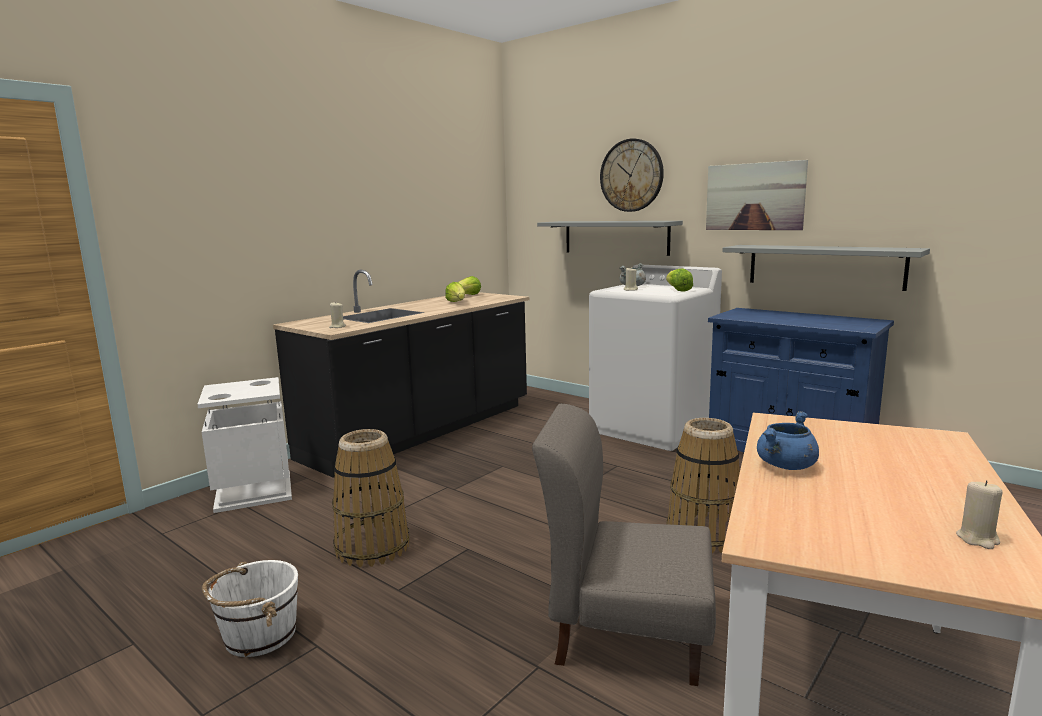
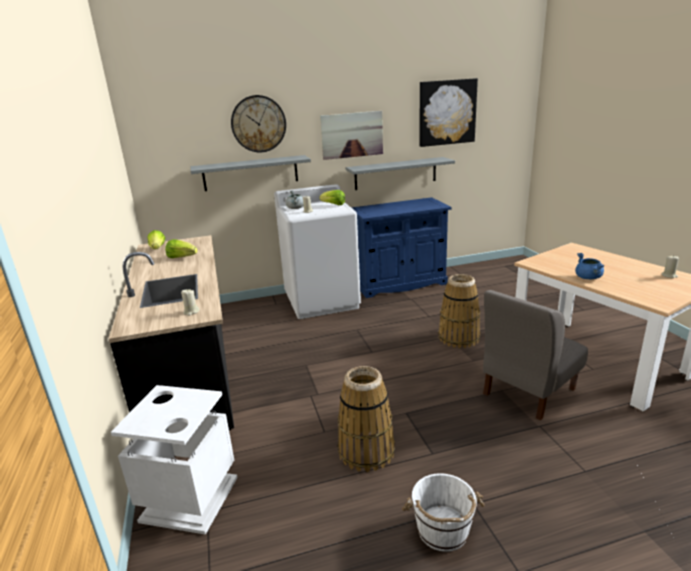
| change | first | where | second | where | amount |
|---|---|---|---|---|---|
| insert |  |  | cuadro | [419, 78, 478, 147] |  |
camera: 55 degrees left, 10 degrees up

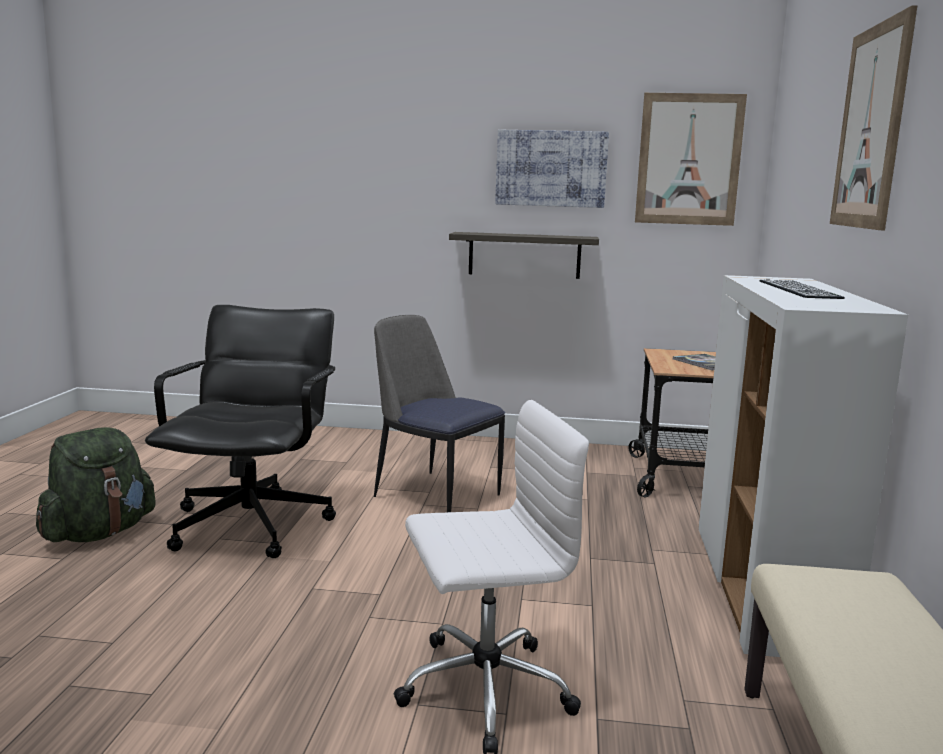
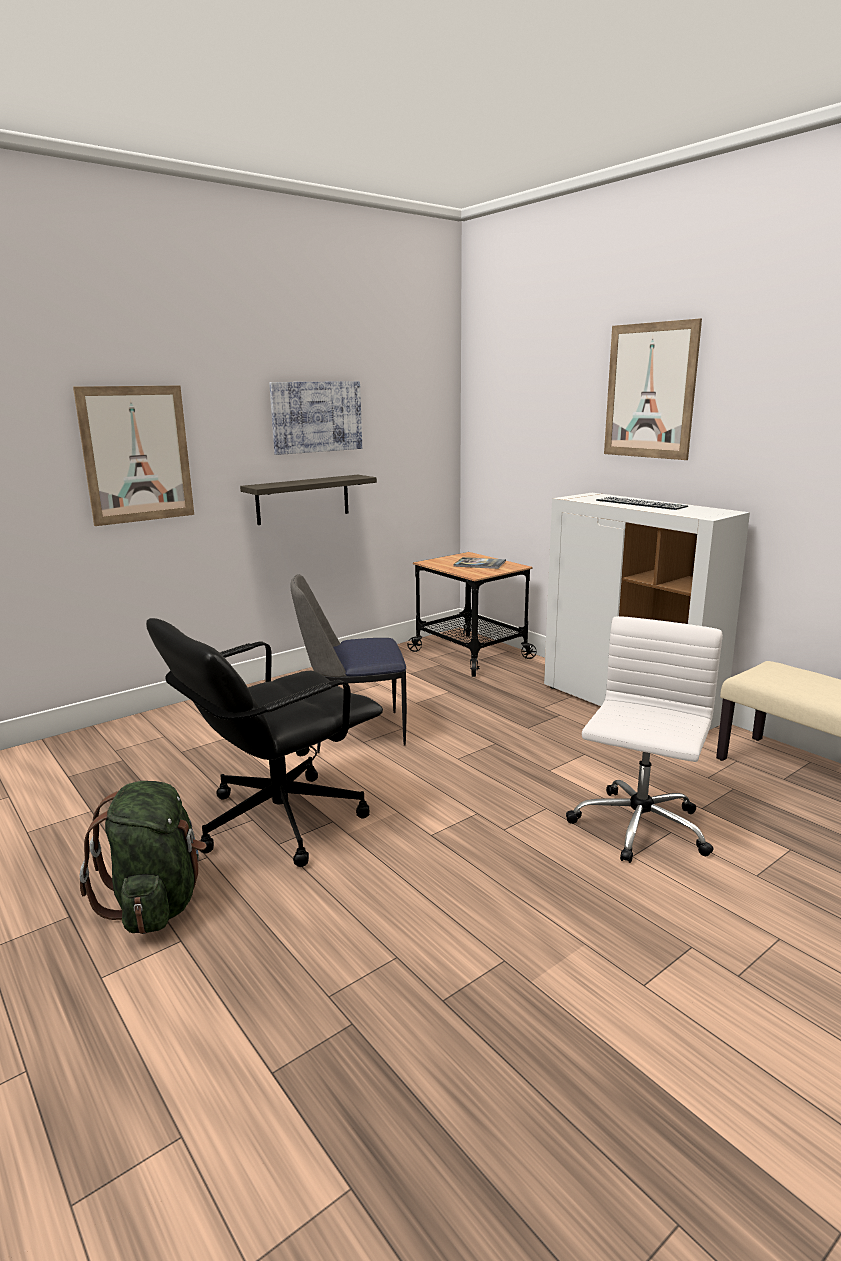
| change | first | where | second | where | amount |
|---|---|---|---|---|---|
| rotate | silla de oficina/negro | [145, 305, 336, 558] |  | [146, 618, 383, 867] | 90 degrees counterclockwise |
| move | cuadro | [635, 93, 747, 226] |  | [73, 386, 194, 526] |  |
camera: 45 degrees left, 5 degrees up

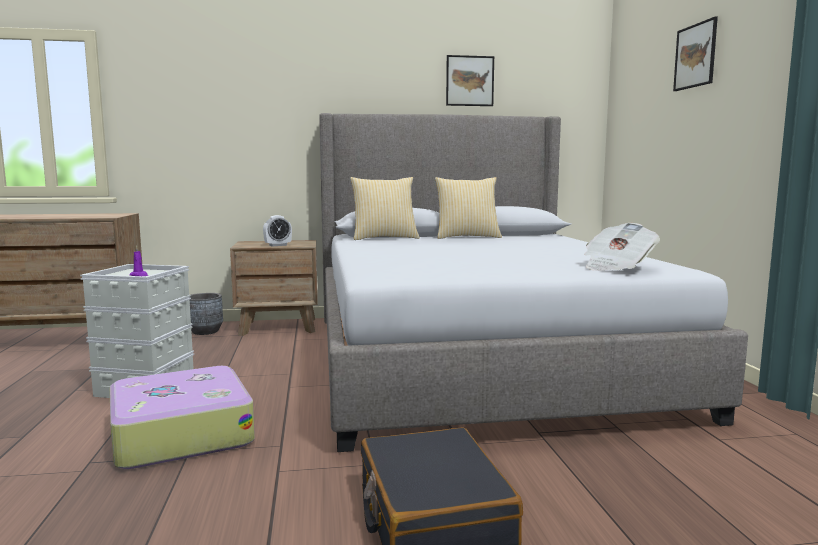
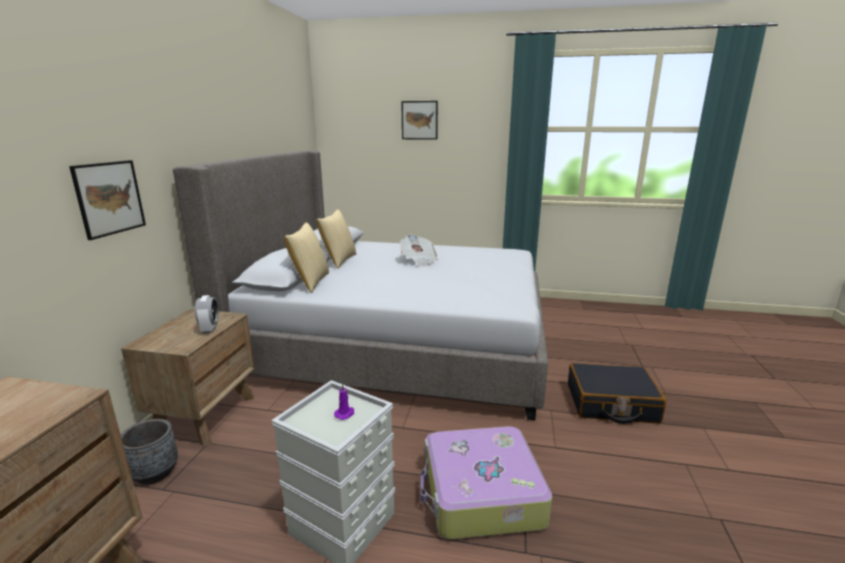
| change | first | where | second | where | amount |
|---|---|---|---|---|---|
| move | cuadro | [446, 55, 494, 106] |  | [69, 160, 146, 240] |  |
| move | periódico | [584, 223, 660, 271] |  | [400, 235, 438, 267] |  |
camera: 70 degrees left, 10 degrees up

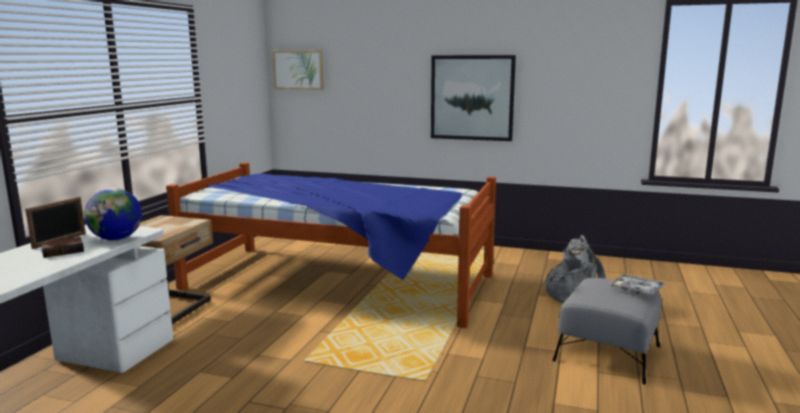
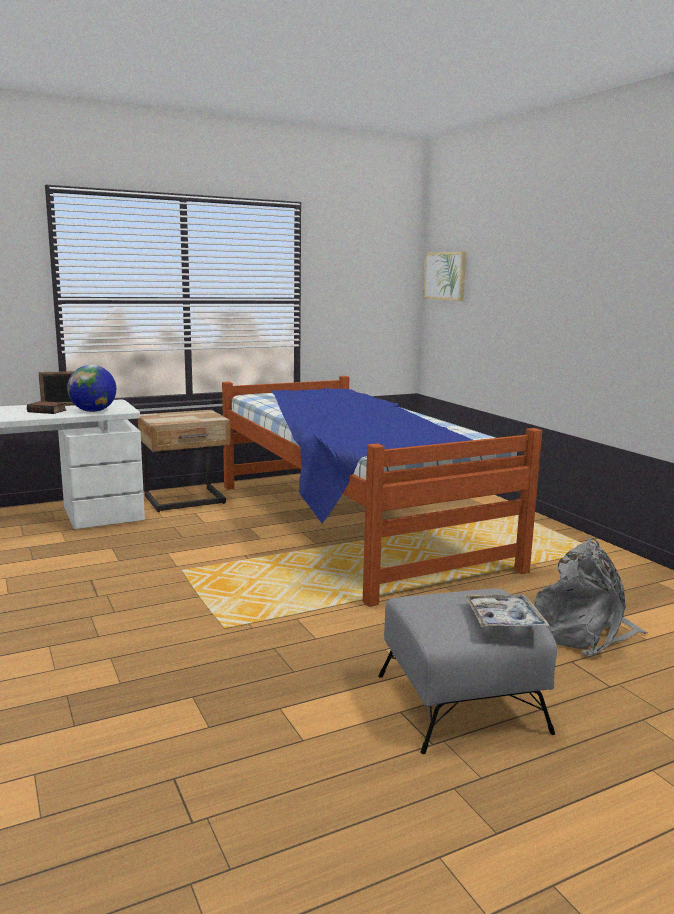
| change | first | where | second | where | amount |
|---|---|---|---|---|---|
| delete | cuadro | [431, 55, 516, 141] |  |  |  |
camera: 45 degrees right, 0 degrees up

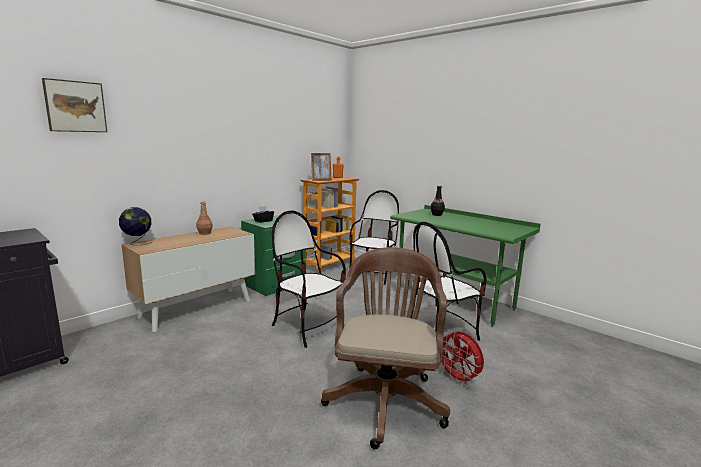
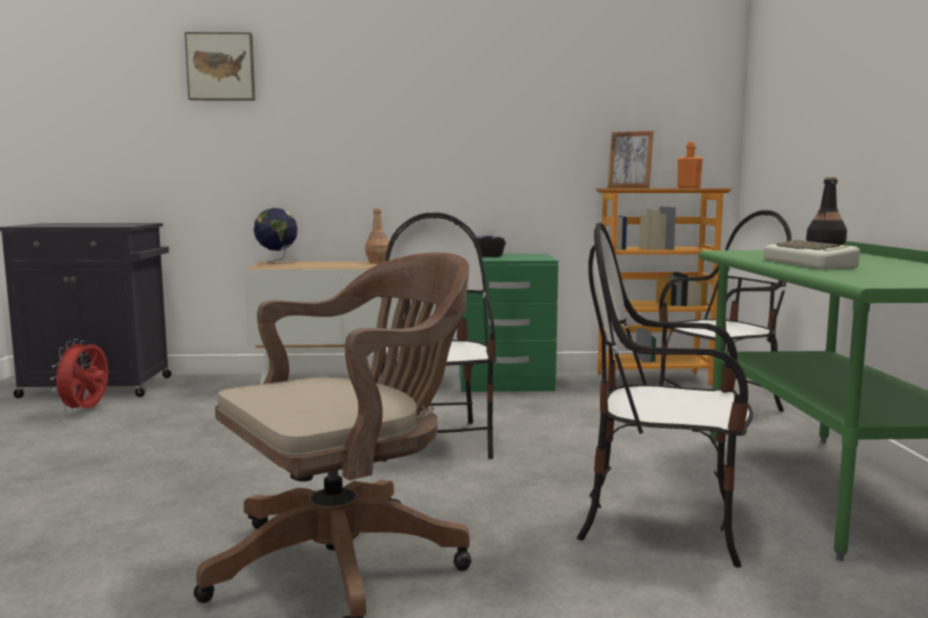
| change | first | where | second | where | amount |
|---|---|---|---|---|---|
| move | ventilador/rojo | [442, 331, 484, 385] |  | [50, 339, 109, 413] |  |
| insert |  |  | teclado | [763, 240, 860, 269] |  |
camera: 45 degrees right, 5 degrees down

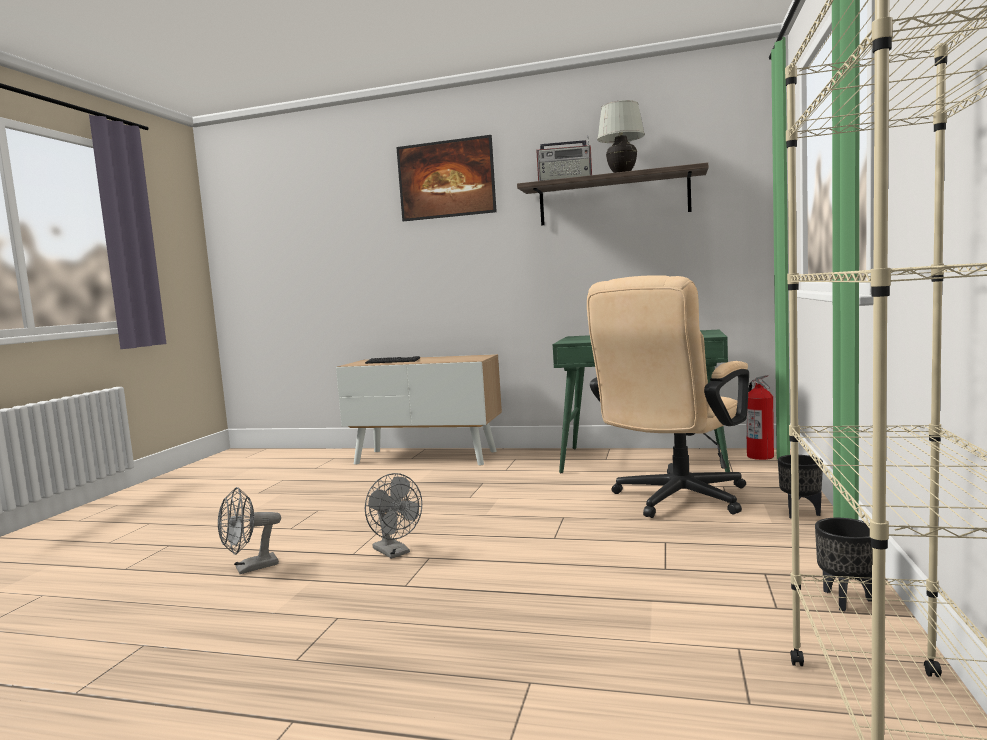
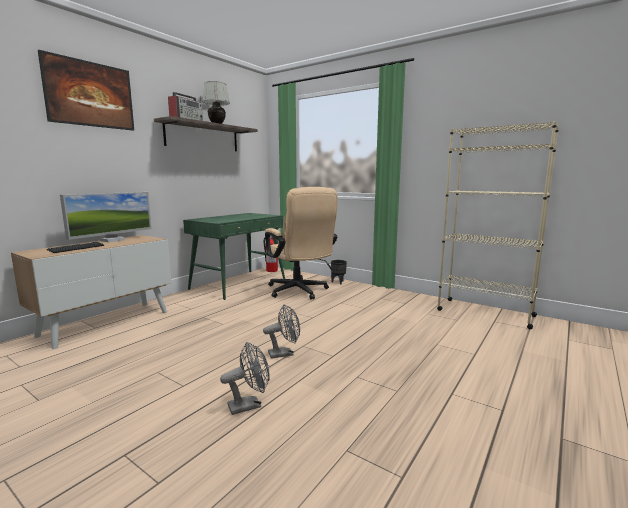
| change | first | where | second | where | amount |
|---|---|---|---|---|---|
| rotate | ventilador/gris | [218, 487, 281, 574] |  | [220, 342, 269, 415] | 105 degrees counterclockwise |
| delete | maceta/negro | [815, 518, 872, 611] |  |  |  |
| insert |  |  | monitor | [60, 192, 152, 242] |  |
camera: 70 degrees left, 5 degrees up

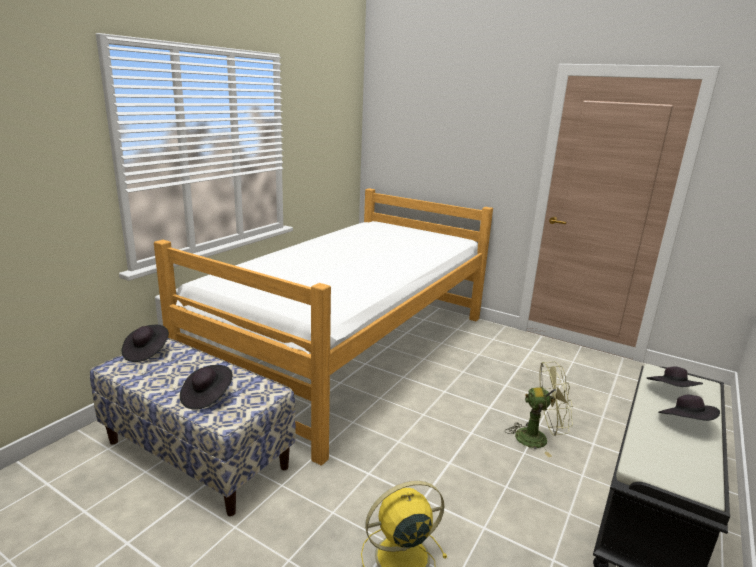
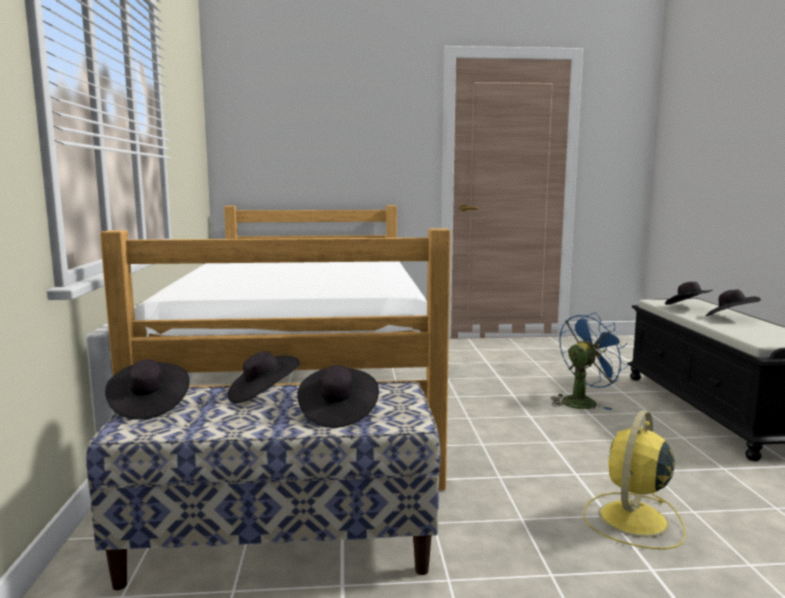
| change | first | where | second | where | amount |
|---|---|---|---|---|---|
| recolor | ventilador/verde | [505, 362, 573, 457] | ventilador/azul | [551, 312, 629, 410] |  |
| insert |  |  | sombrero/negro | [227, 351, 300, 403] |  |
camera: 35 degrees left, 10 degrees down

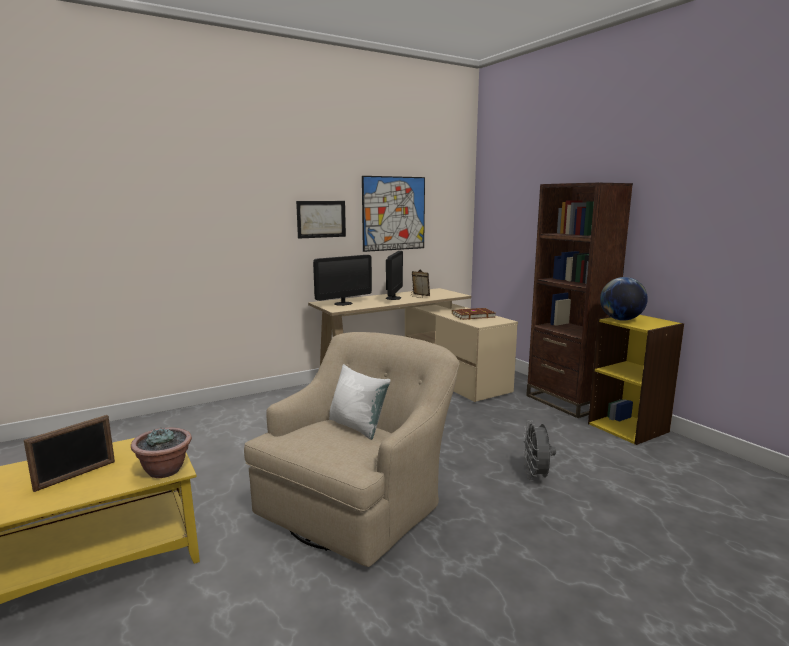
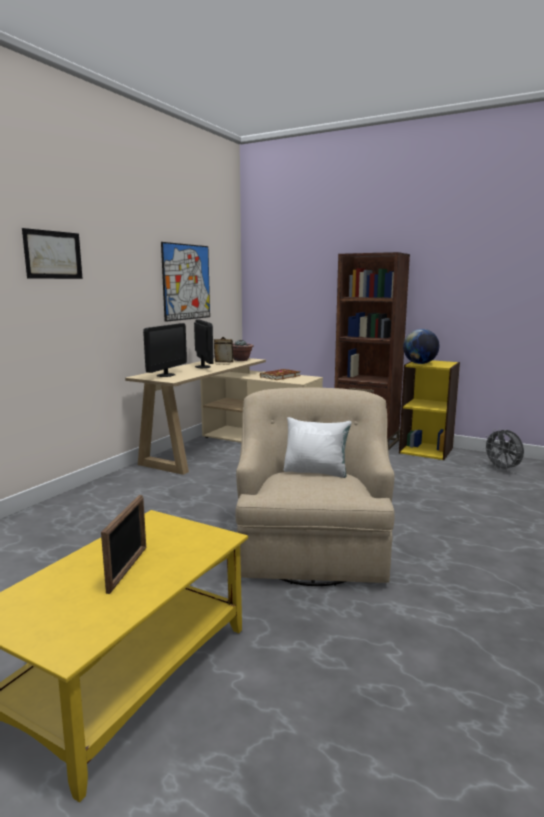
| change | first | where | second | where | amount |
|---|---|---|---|---|---|
| move | planta en maceta | [131, 427, 192, 478] |  | [233, 340, 254, 361] |  |
| move | cuadro | [296, 201, 346, 239] |  | [22, 228, 83, 279] |  |
| move | ventilador/gris | [523, 420, 556, 481] |  | [483, 428, 524, 471] |  |
camera: 30 degrees left, 0 degrees up

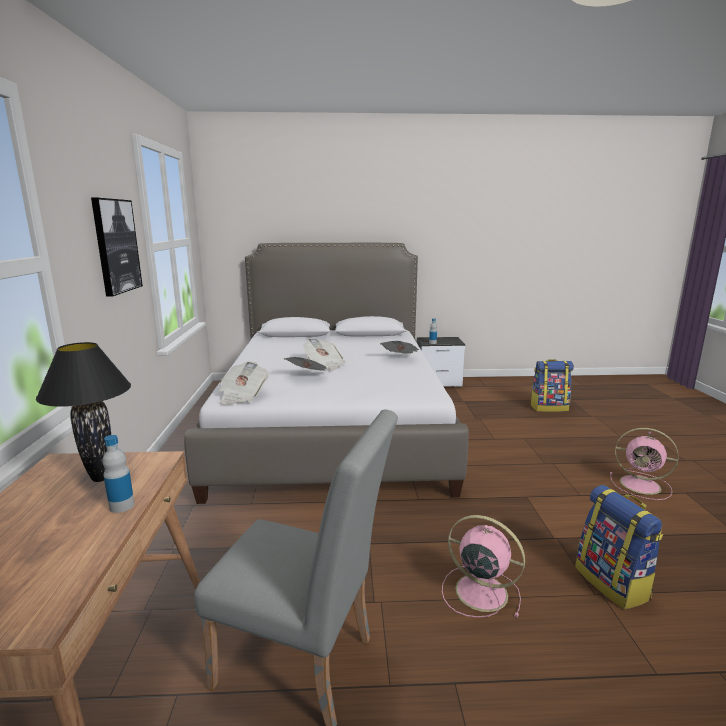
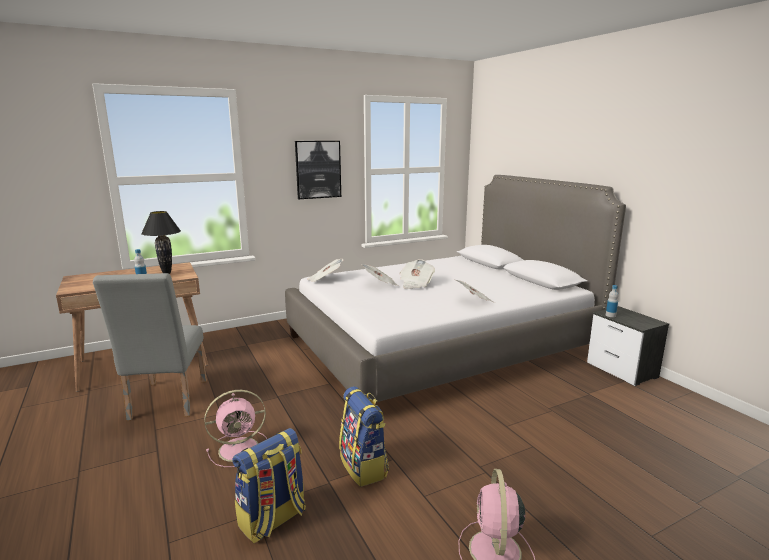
| change | first | where | second | where | amount |
|---|---|---|---|---|---|
| rotate | ventilador/rosa | [442, 515, 525, 618] |  | [204, 390, 267, 467] | 60 degrees clockwise |
| move | mochila | [530, 359, 574, 412] |  | [339, 386, 389, 487] |  |
camera: 65 degrees right, 0 degrees up

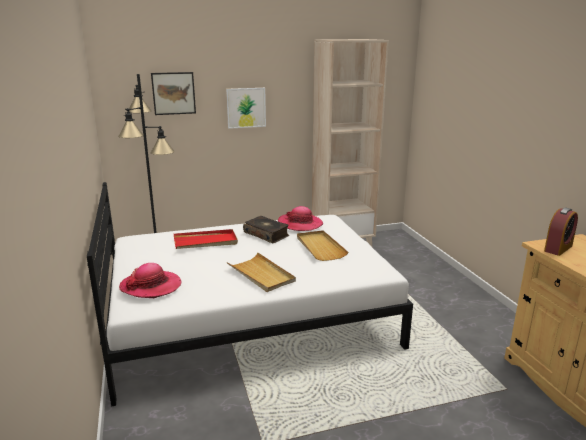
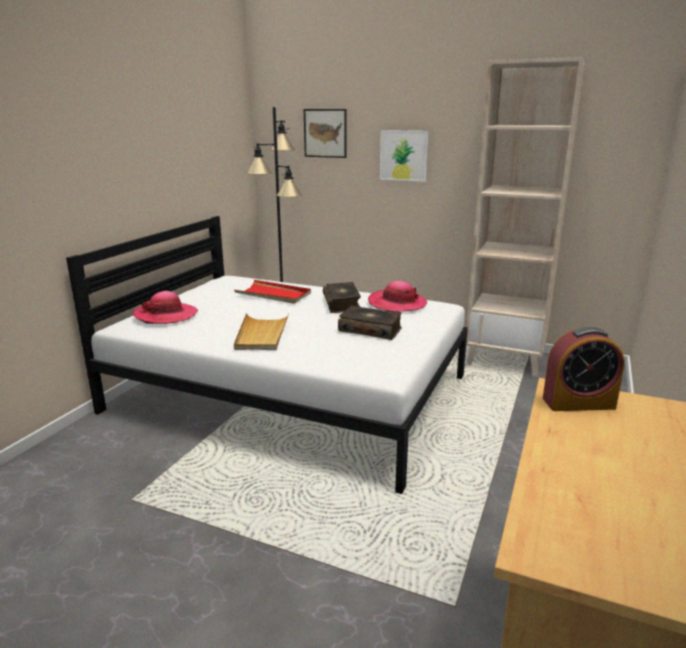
| change | first | where | second | where | amount |
|---|---|---|---|---|---|
| replace | bandeja/beis | [297, 230, 348, 261] | libro | [338, 306, 402, 340] |  |
camera: 40 degrees right, 0 degrees up

